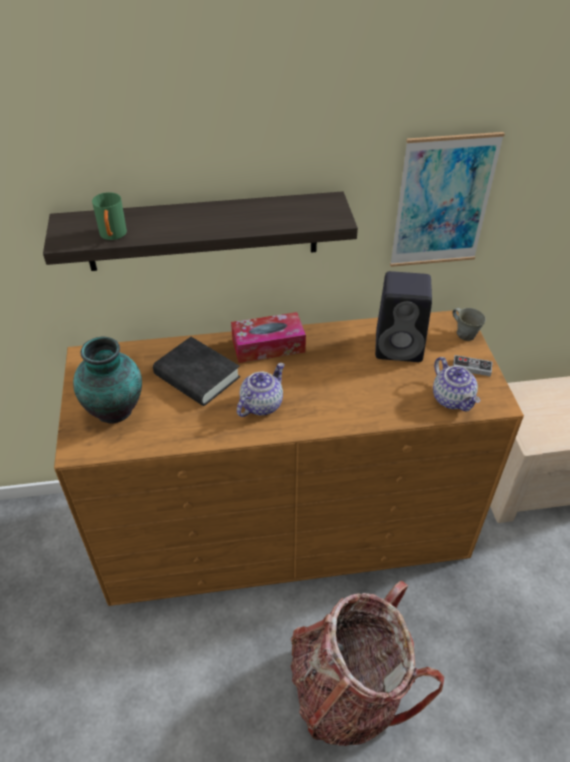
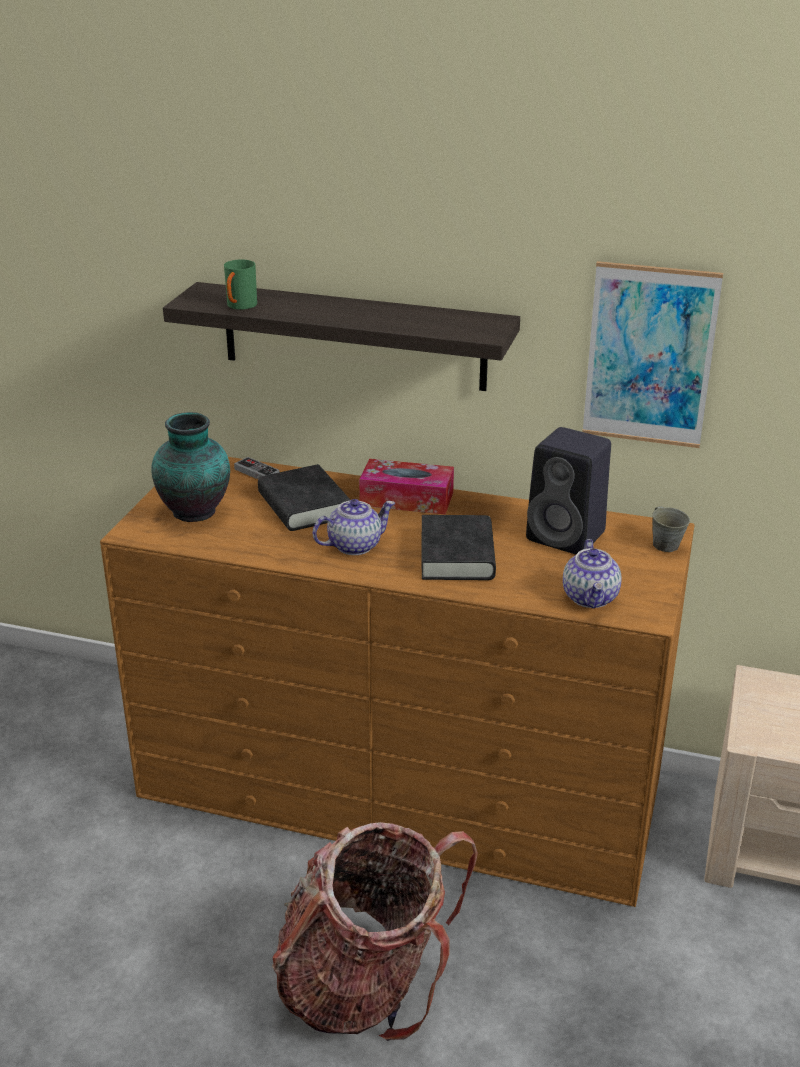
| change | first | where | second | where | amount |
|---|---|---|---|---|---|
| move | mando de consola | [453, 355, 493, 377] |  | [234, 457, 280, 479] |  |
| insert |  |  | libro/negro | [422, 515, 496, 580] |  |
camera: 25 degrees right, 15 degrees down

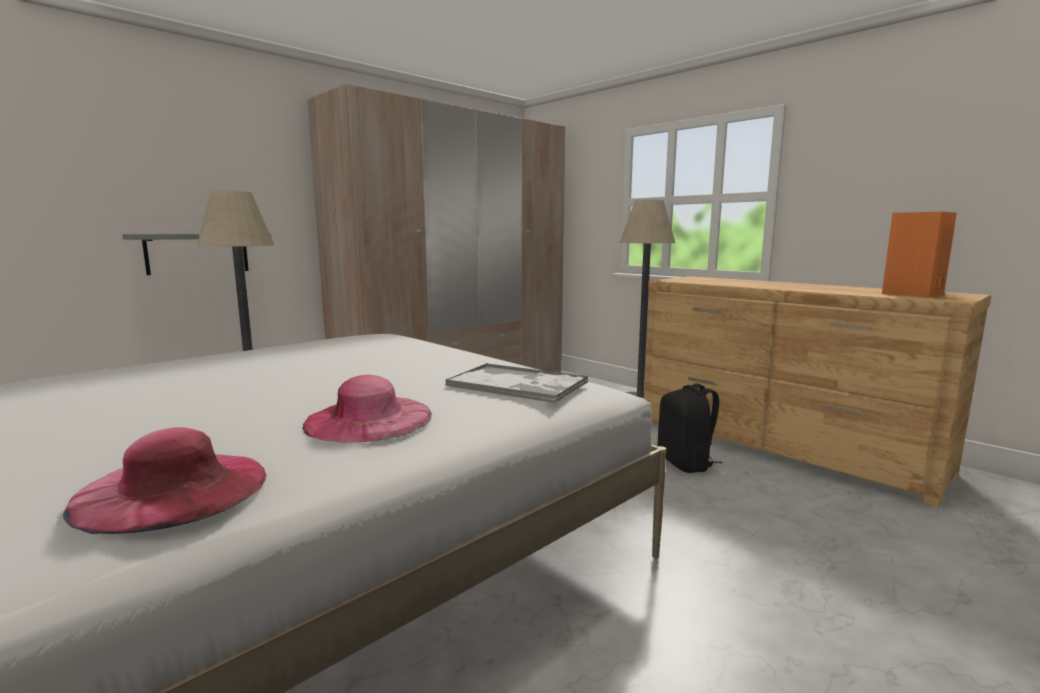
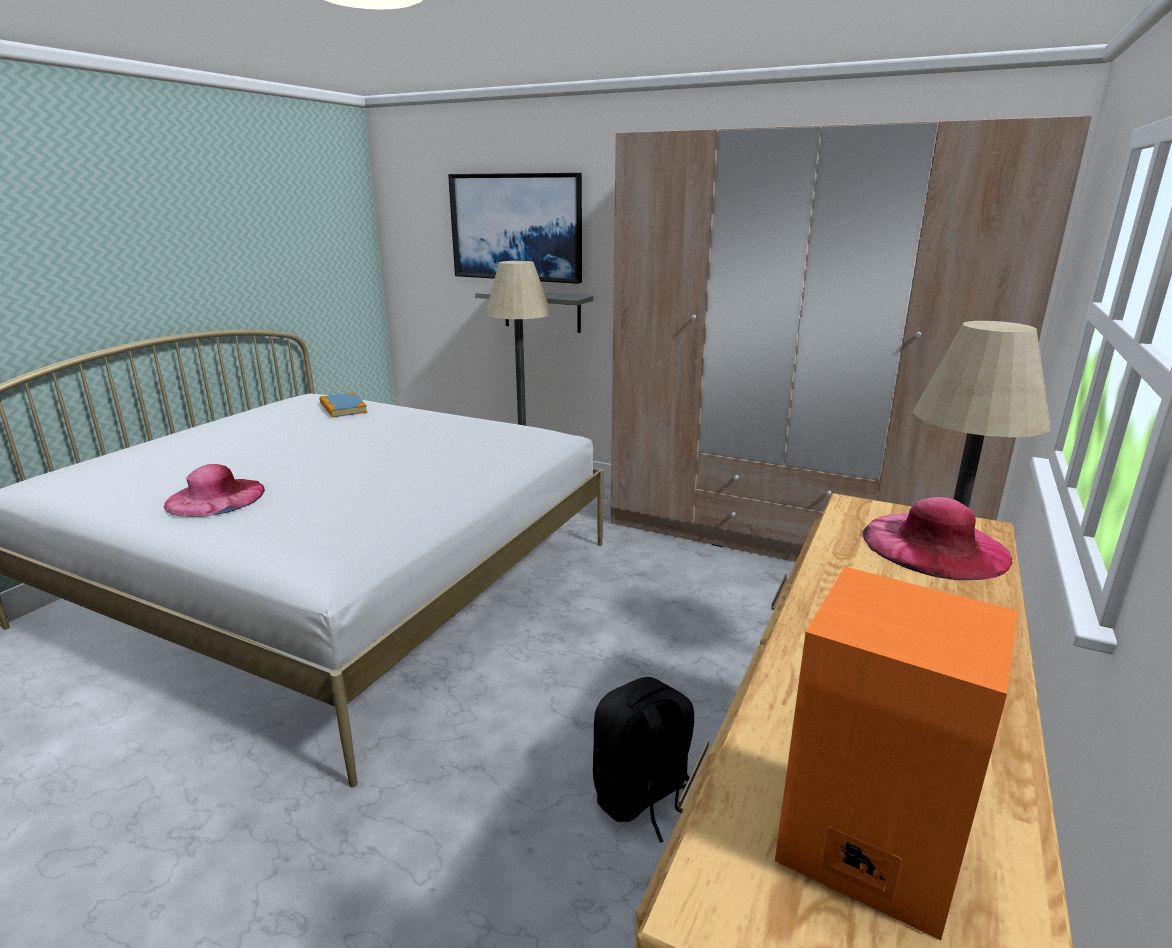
| change | first | where | second | where | amount |
|---|---|---|---|---|---|
| move | sombrero/rosa | [63, 427, 267, 534] |  | [863, 497, 1012, 580] |  |
| delete | bandeja | [445, 363, 588, 403] |  |  |  |
| insert |  |  | libro | [320, 392, 368, 418] |  |
| insert |  |  | cuadro | [448, 173, 582, 284] |  |
camera: 70 degrees right, 10 degrees up

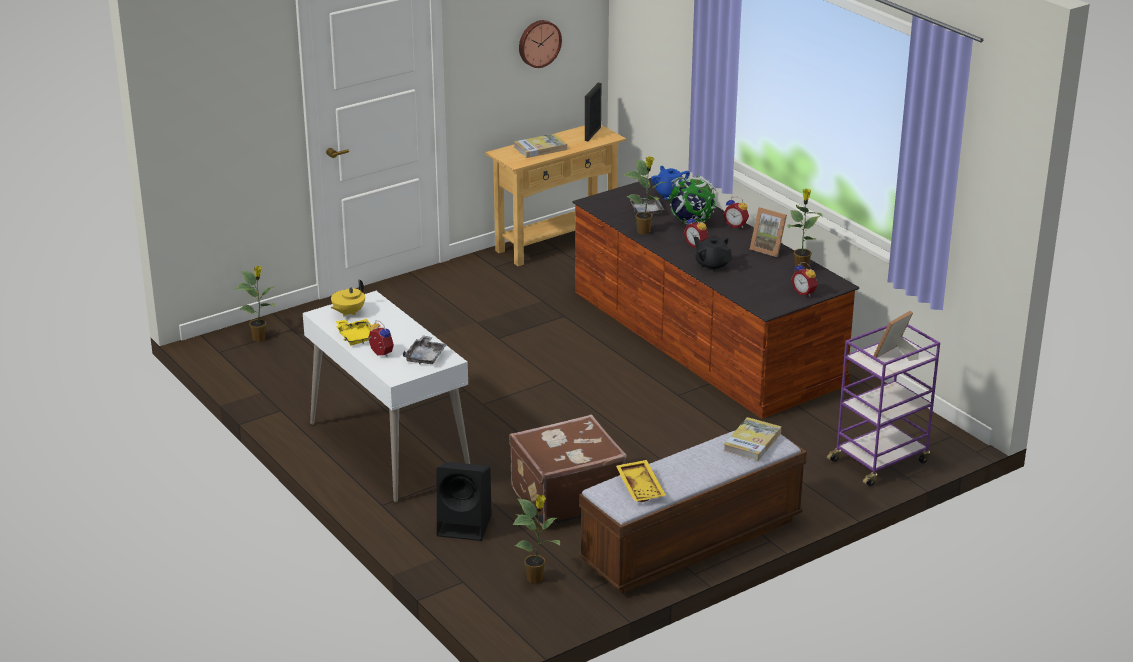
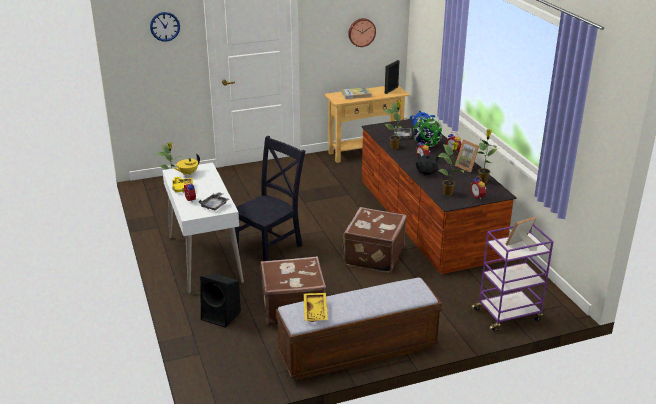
| change | first | where | second | where | amount |
|---|---|---|---|---|---|
| move | planta en maceta | [513, 495, 560, 583] |  | [438, 142, 464, 196] |  |
| delete | libro | [724, 417, 781, 461] |  |  |  |
| insert |  |  | reloj de pared | [150, 12, 180, 42] |  |
| insert |  |  | silla/negro | [235, 136, 305, 261] |  |
| insert |  |  | maleta/marrón | [343, 207, 407, 273] |  |
camera: 15 degrees right, 0 degrees up

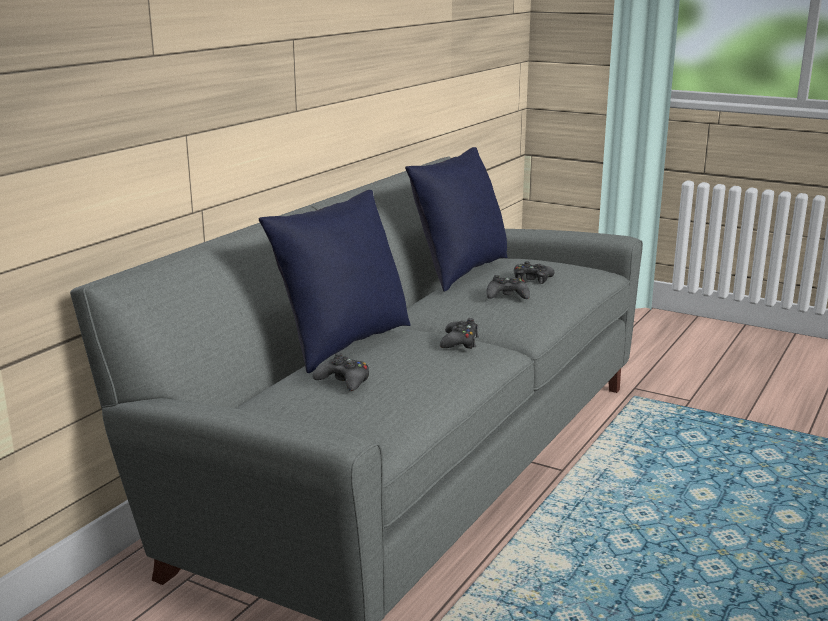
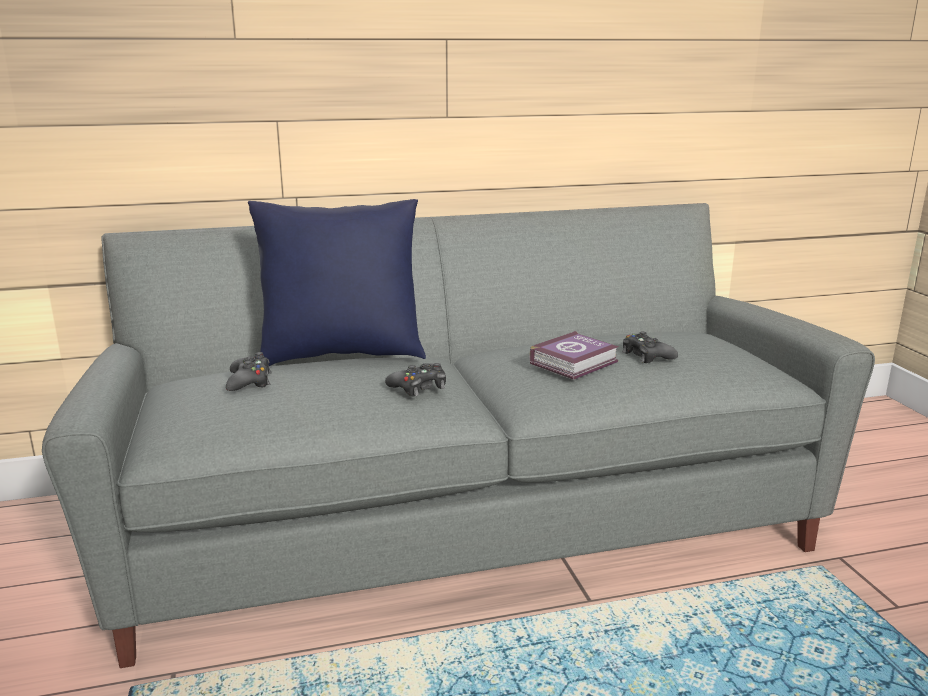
| change | first | where | second | where | amount |
|---|---|---|---|---|---|
| delete | cojín/azul | [405, 147, 507, 292] |  |  |  |
| replace | mando de consola/negro | [486, 275, 530, 299] | libro | [530, 331, 619, 380] |  |
camera: 45 degrees right, 0 degrees up

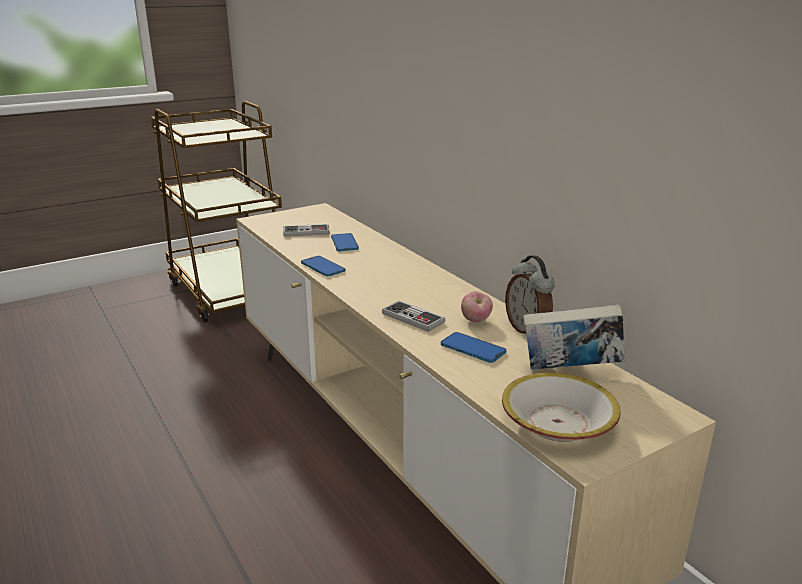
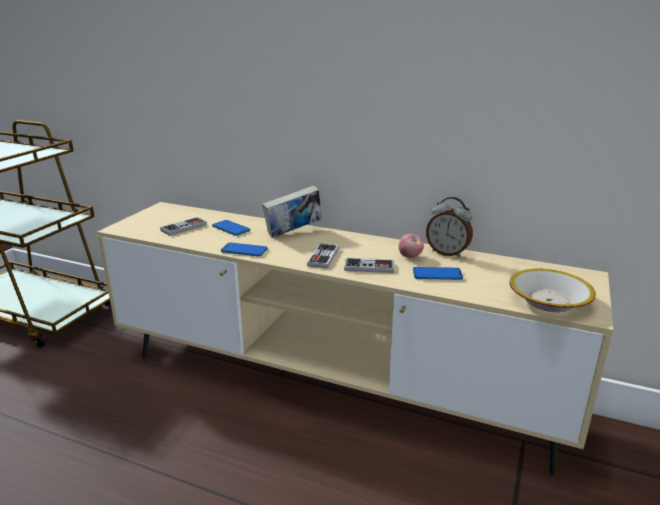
| change | first | where | second | where | amount |
|---|---|---|---|---|---|
| move | libro | [523, 304, 625, 370] |  | [262, 185, 322, 238] |  |
| insert |  |  | mando de consola | [307, 243, 339, 269] |  |
camera: 35 degrees left, 0 degrees up

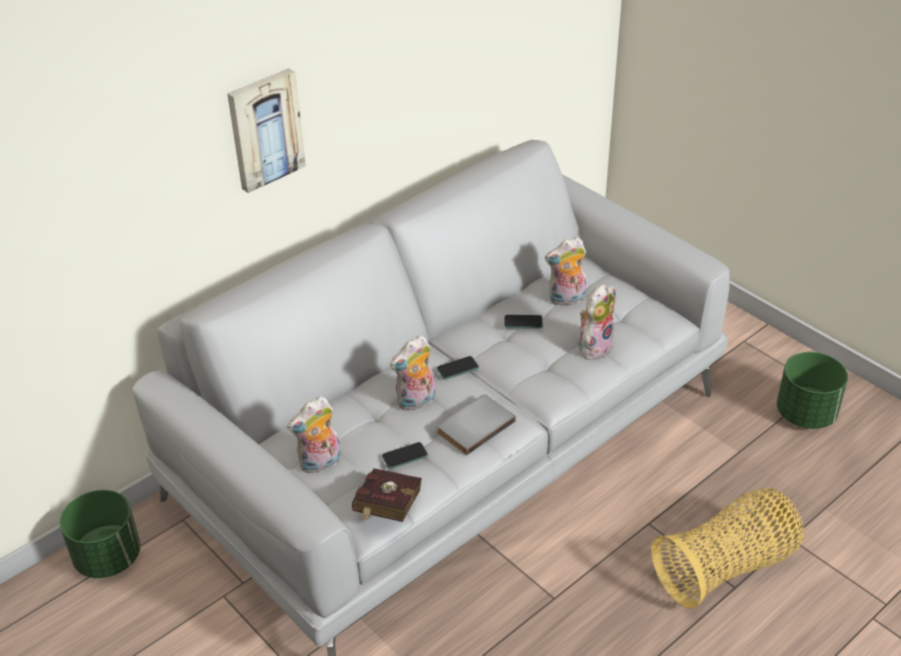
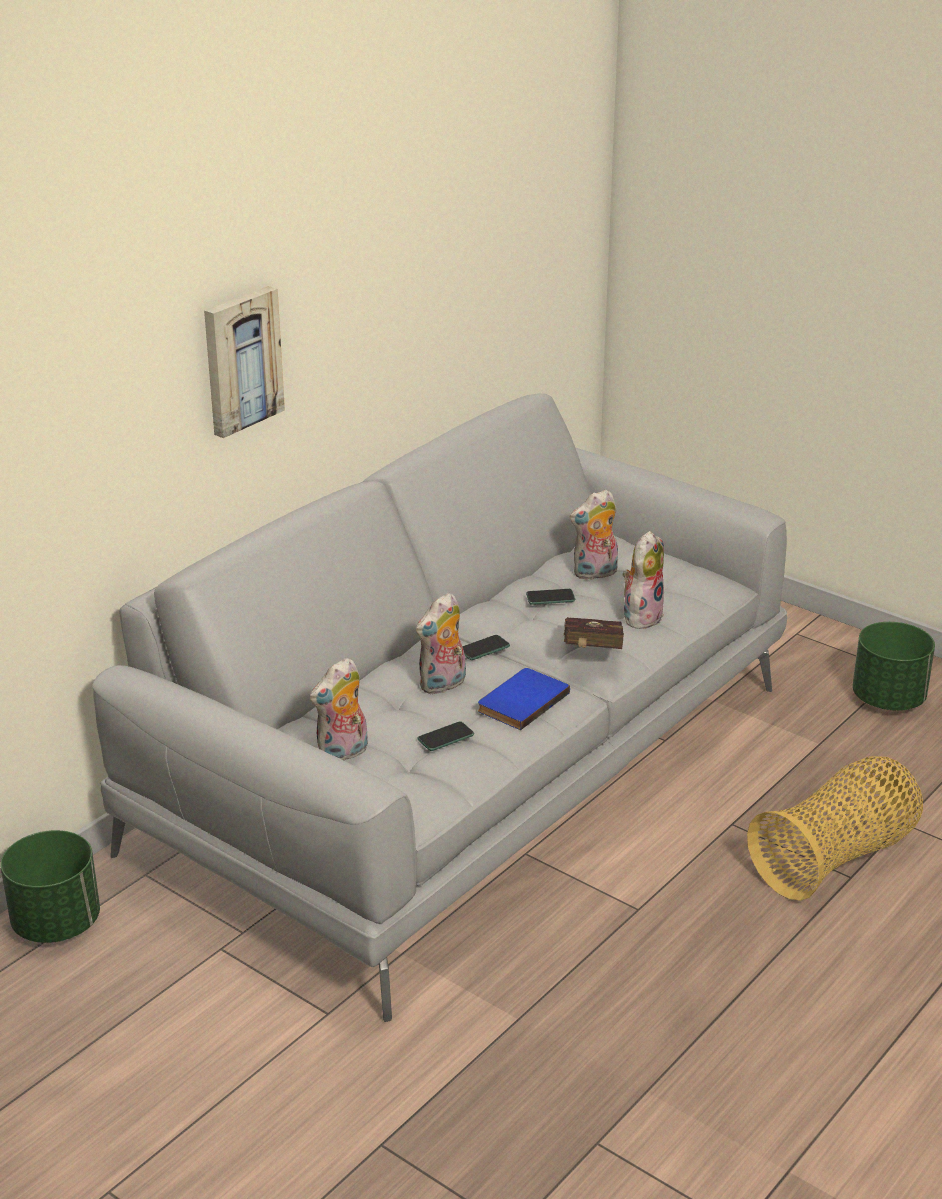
| change | first | where | second | where | amount |
|---|---|---|---|---|---|
| move | libro/rojo | [352, 468, 422, 522] |  | [564, 617, 624, 649] |  |
| recolor | libro/gris | [437, 395, 516, 455] | libro/azul | [478, 668, 570, 730] |  |
camera: 10 degrees left, 10 degrees down

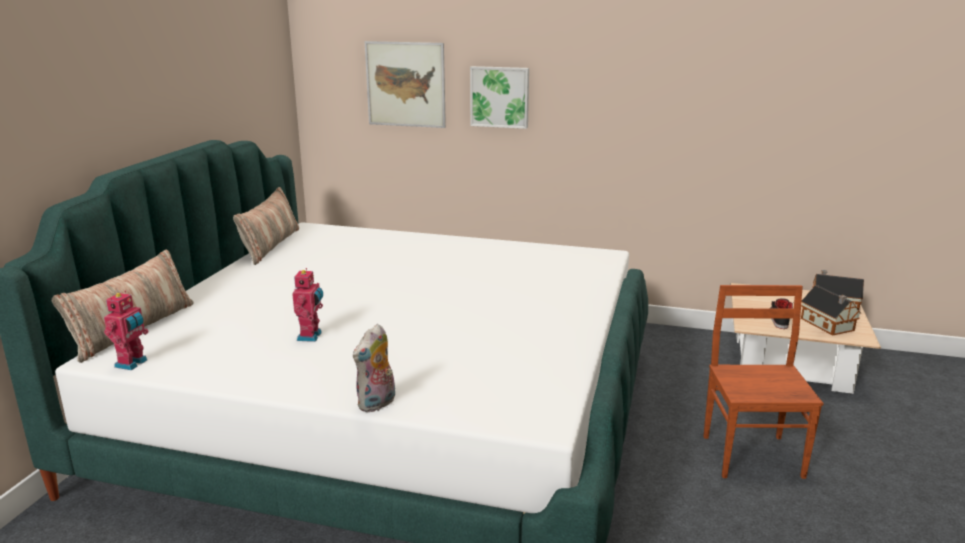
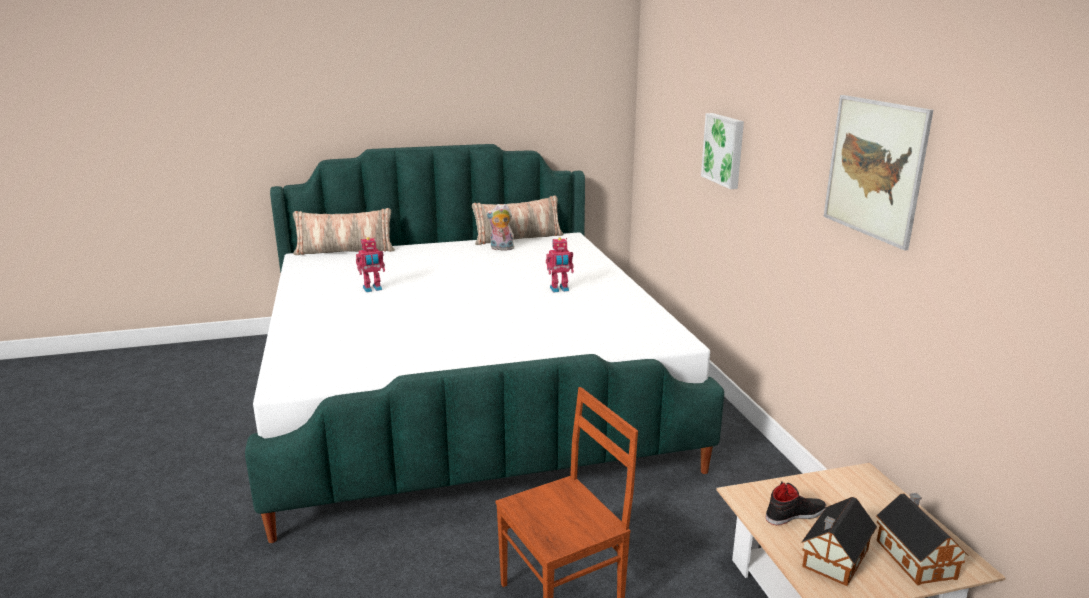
| change | first | where | second | where | amount |
|---|---|---|---|---|---|
| move | robot de juguete | [104, 291, 149, 370] |  | [546, 238, 574, 292] |  |
| move | peluche | [353, 324, 395, 412] |  | [486, 204, 514, 251] |  |
| move | cuadro | [365, 41, 446, 128] |  | [823, 95, 933, 251] |  |
camera: 60 degrees right, 0 degrees up

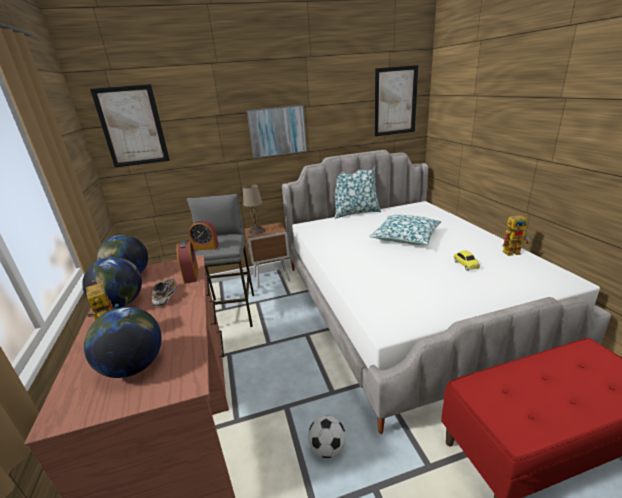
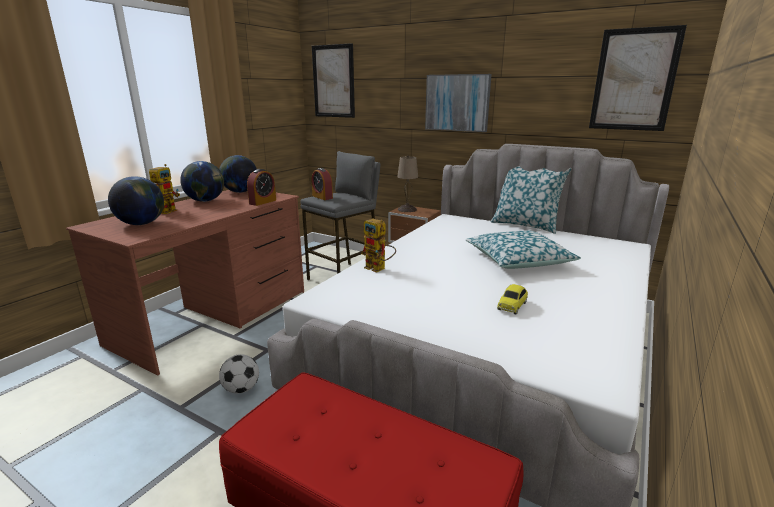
| change | first | where | second | where | amount |
|---|---|---|---|---|---|
| delete | zapato | [152, 278, 177, 307] |  |  |  |
| move | robot de juguete | [502, 214, 529, 256] |  | [361, 218, 396, 273] |  |
camera: 45 degrees right, 5 degrees down

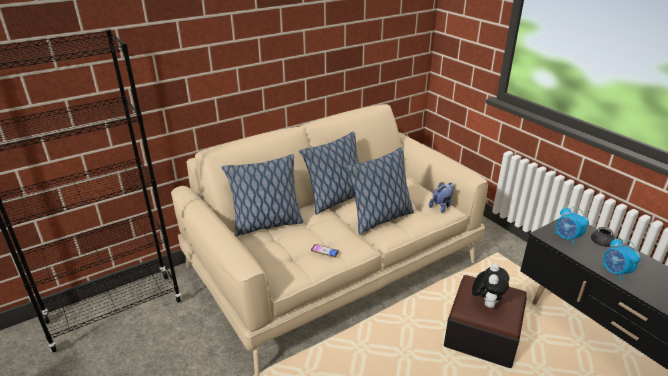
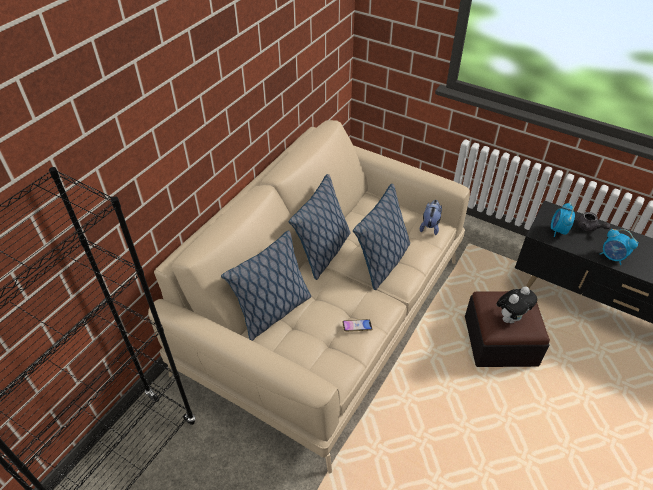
| change | first | where | second | where | amount |
|---|---|---|---|---|---|
| rotate | peluche | [472, 264, 509, 308] |  | [496, 287, 537, 323] | 60 degrees clockwise |
| rotate | despertador | [554, 207, 589, 245] |  | [551, 202, 575, 237] | 75 degrees clockwise |
camera: 25 degrees left, 15 degrees up

